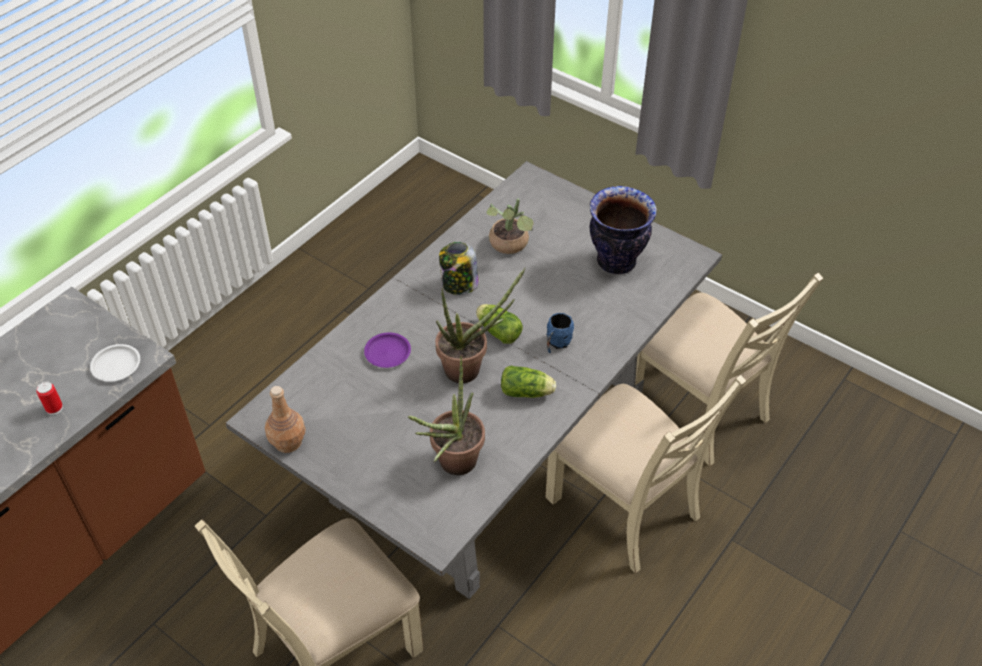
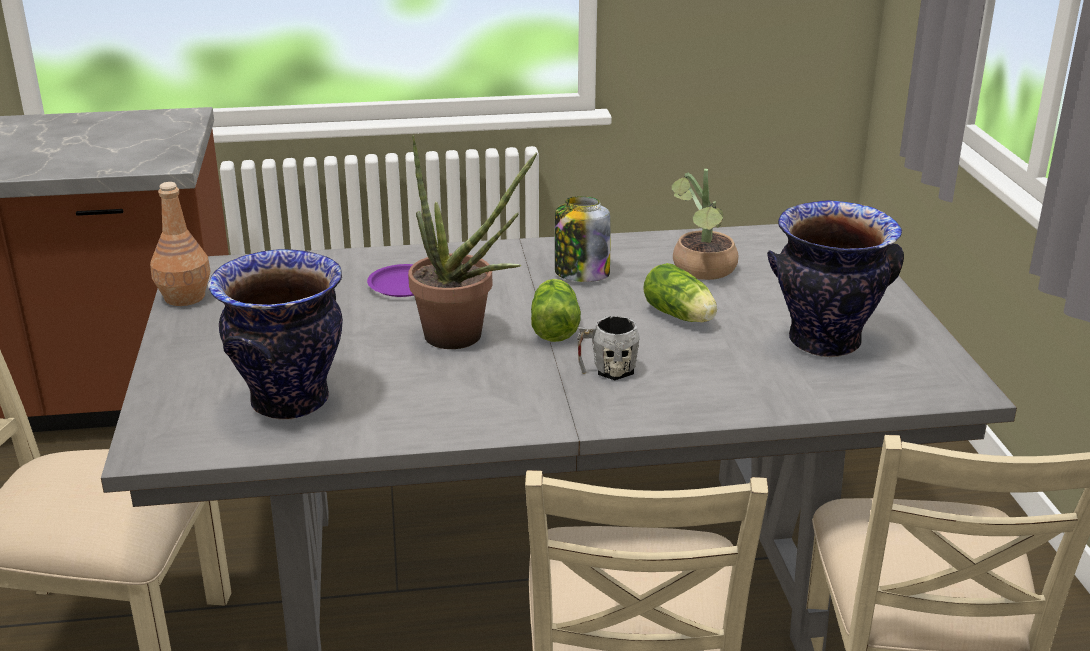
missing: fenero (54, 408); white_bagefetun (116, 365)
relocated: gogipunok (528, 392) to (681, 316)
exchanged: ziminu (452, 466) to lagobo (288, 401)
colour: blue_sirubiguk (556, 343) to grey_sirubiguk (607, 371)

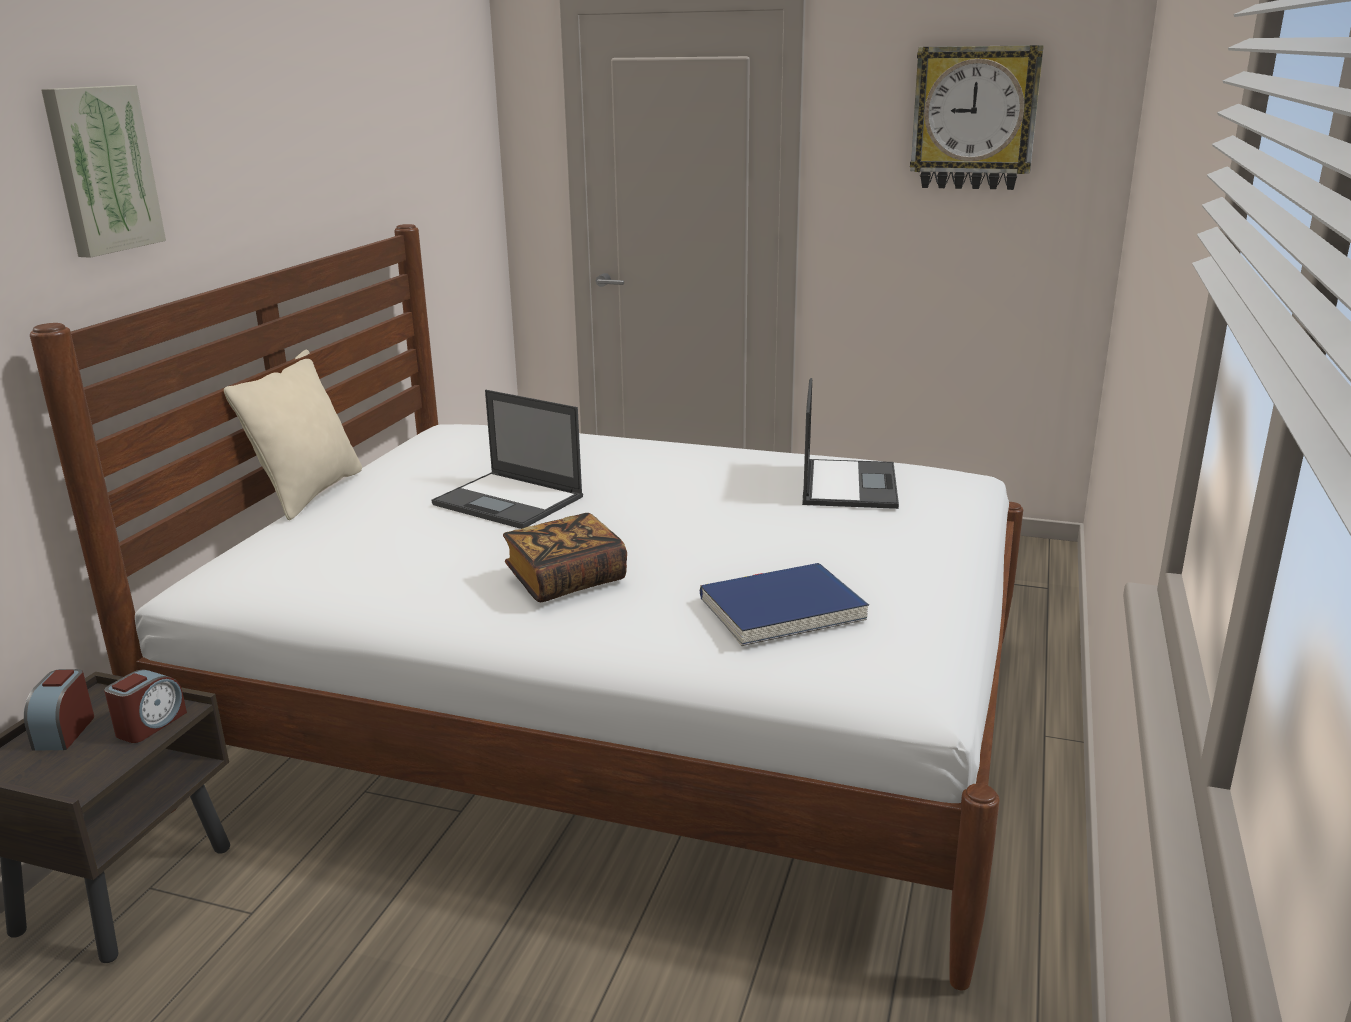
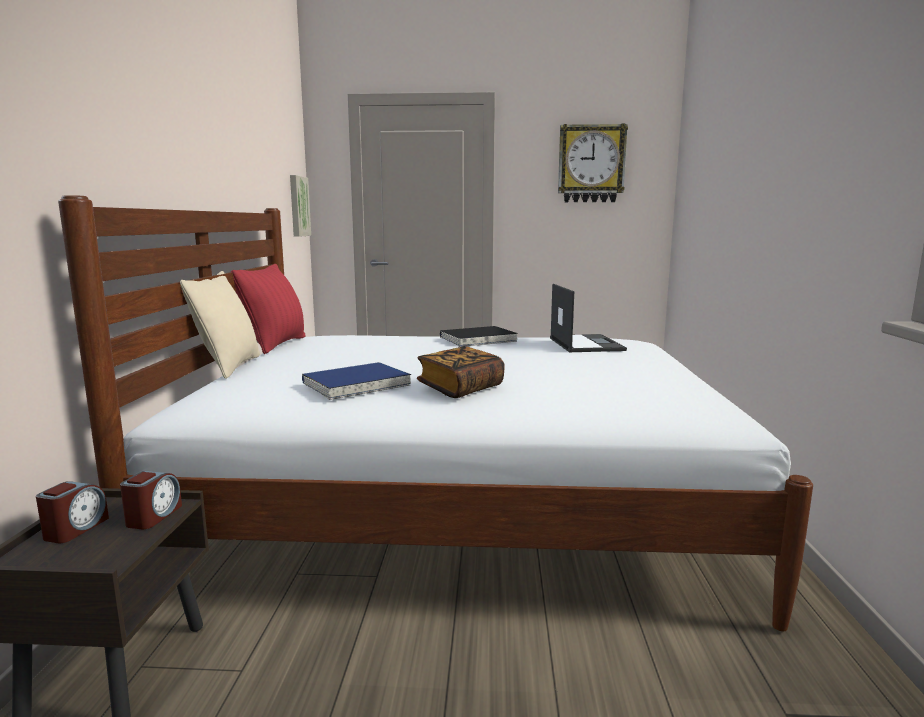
missing: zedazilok (510, 501)
appeared: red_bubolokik (275, 345); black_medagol (478, 340)
relocated: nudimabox (101, 169) to (298, 206); blue_medagol (782, 610) to (356, 385)
spun: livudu (64, 731) = (75, 529) 150 degrees counterclockwise

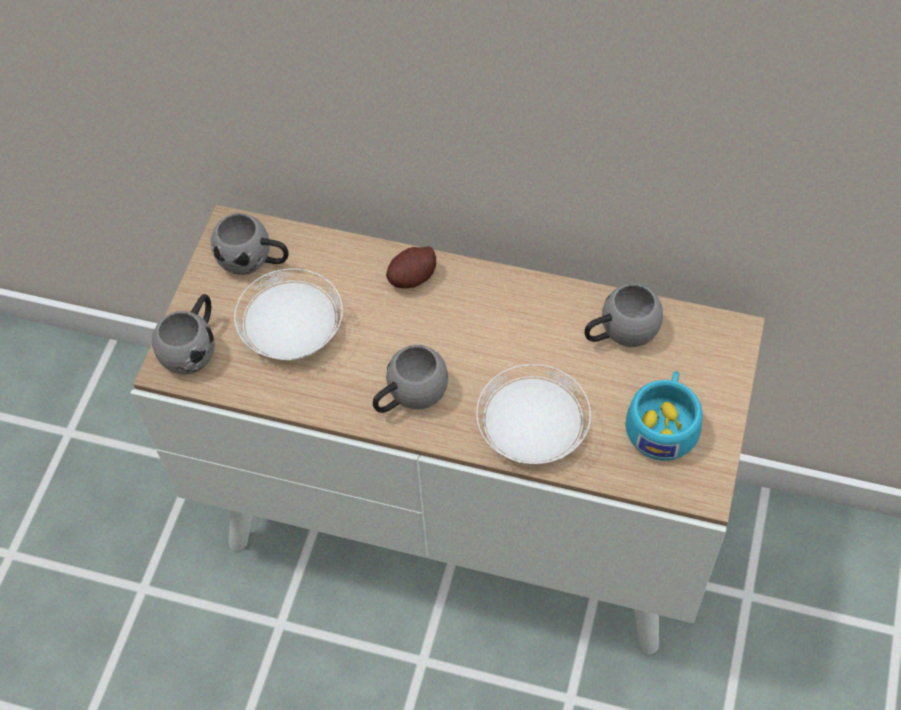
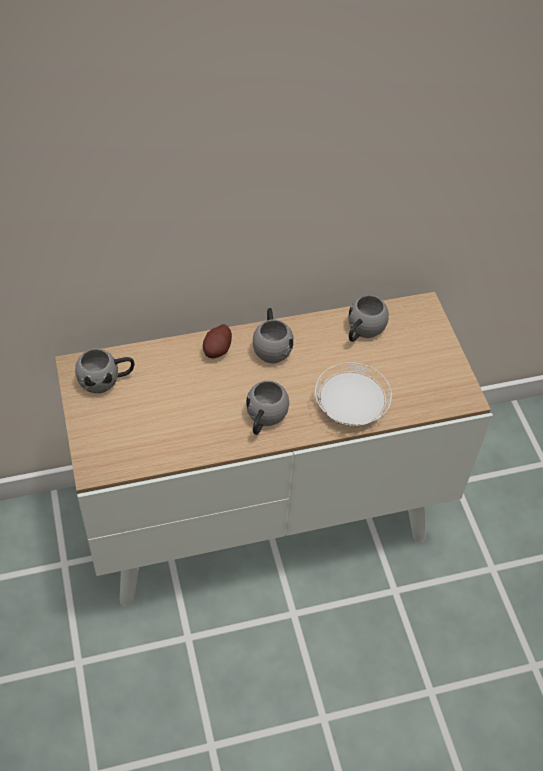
missing: white_bagefetun (292, 332); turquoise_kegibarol (663, 424)
relocated: grey_sirubiguk (194, 347) to (271, 346)

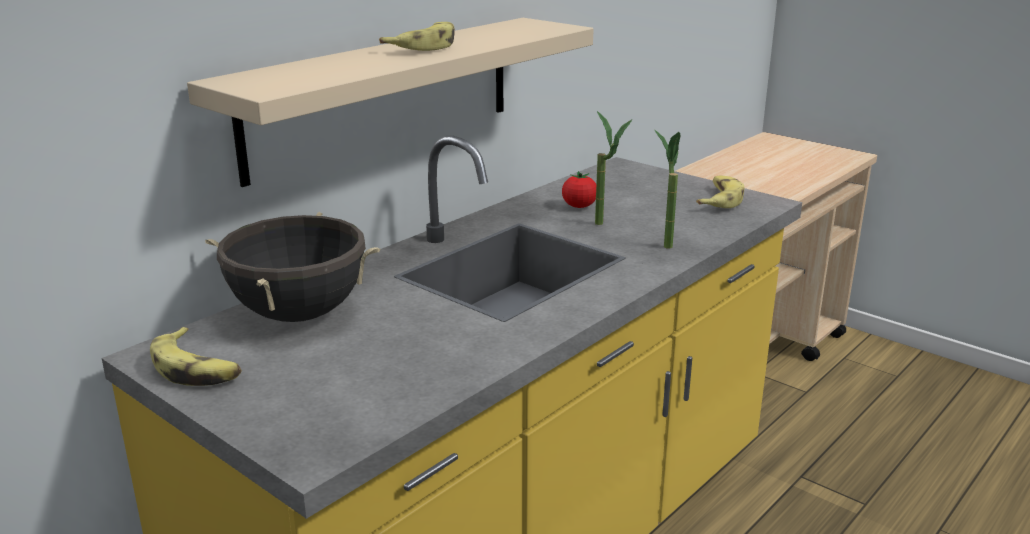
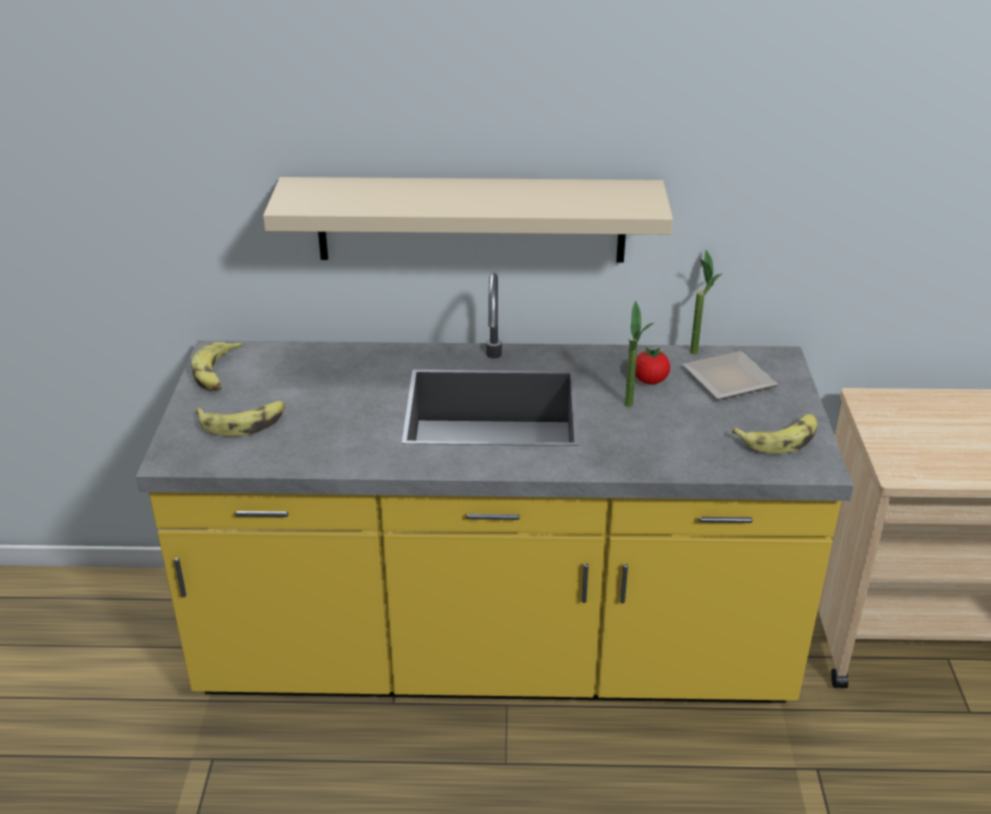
missing: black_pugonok (299, 313)
appeared: bagefetun (725, 379)
relocated: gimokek (424, 46) to (243, 423); ziminu (663, 243) to (696, 348)

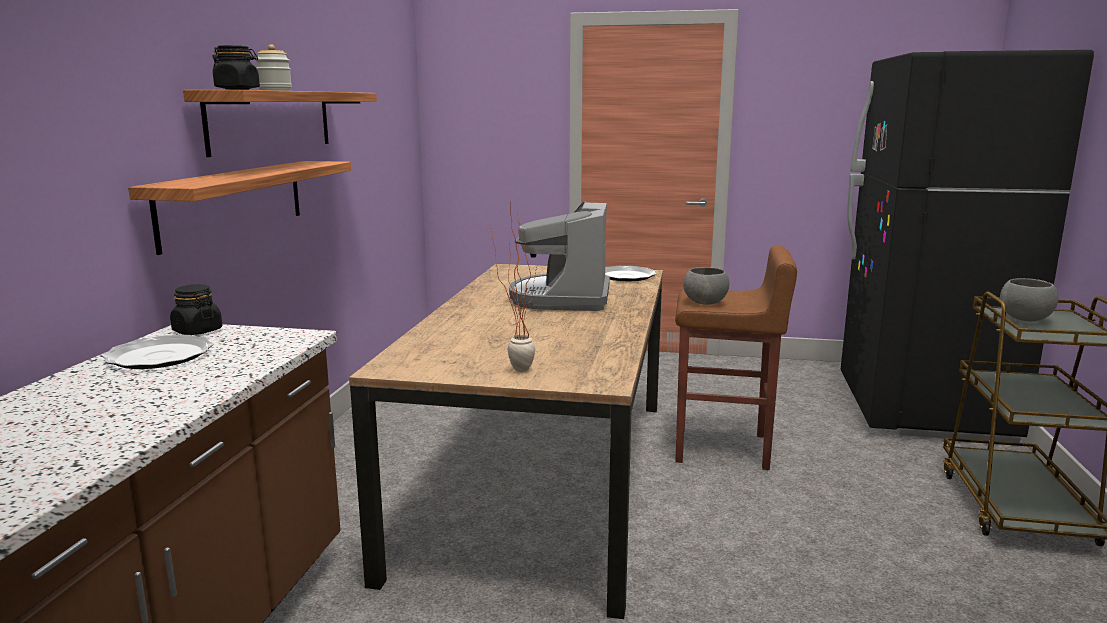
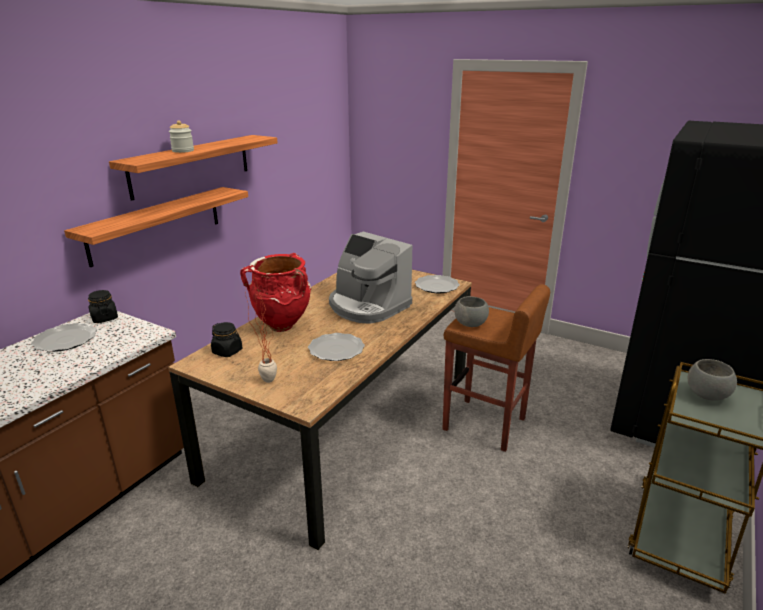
appeared: red_lagobo (283, 326); bagefetun (336, 349)
relocated: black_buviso (237, 89) to (227, 351)
spun: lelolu (562, 298) = (367, 306) 75 degrees counterclockwise

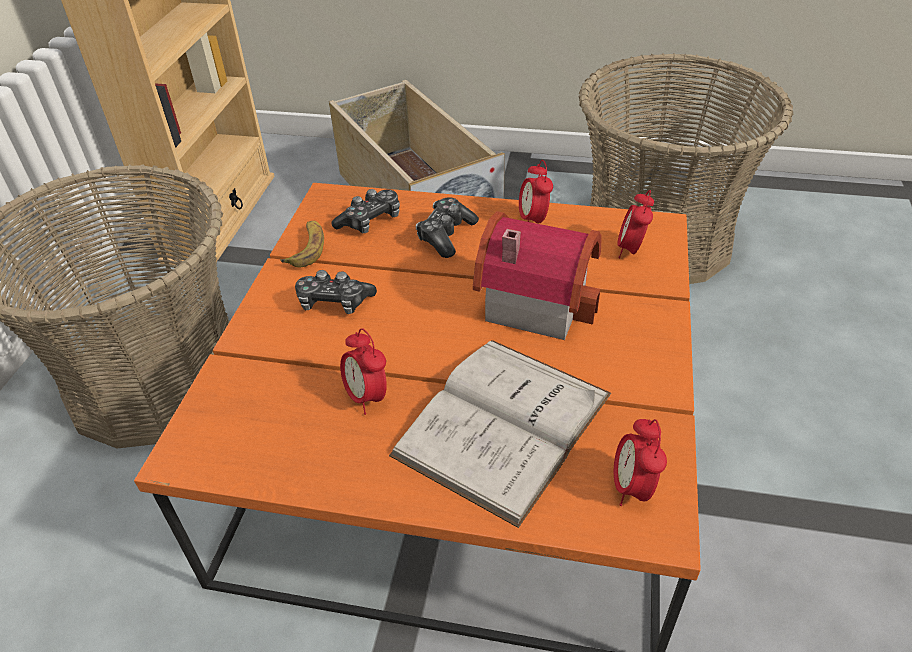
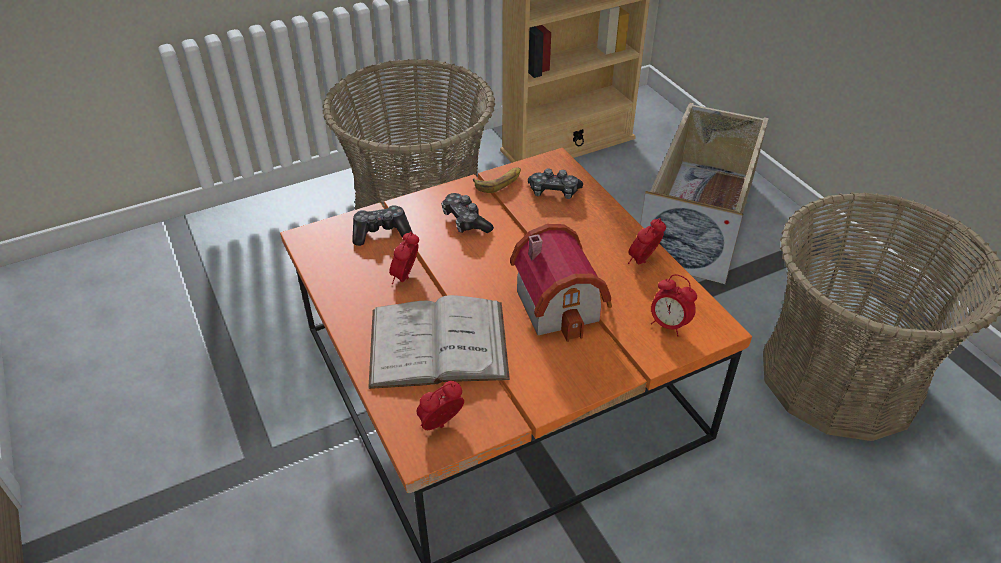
relocated: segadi (446, 235) to (381, 232)
spun: livudu (631, 250) = (668, 325) 120 degrees counterclockwise

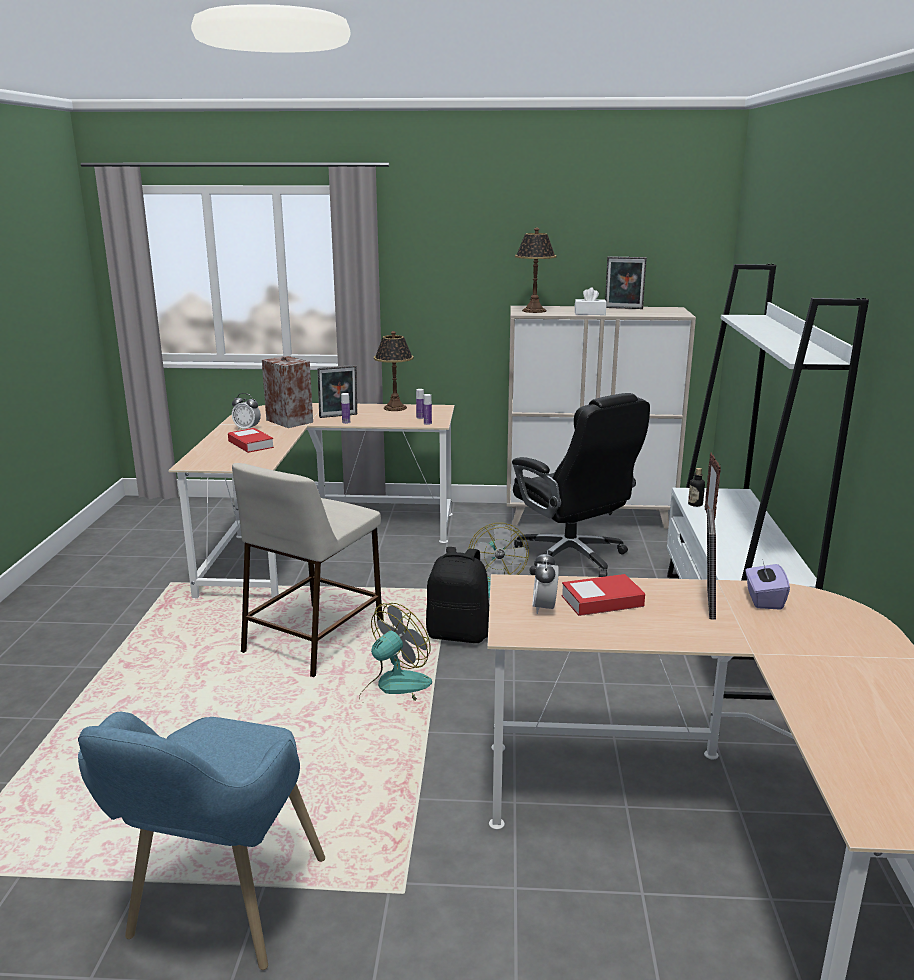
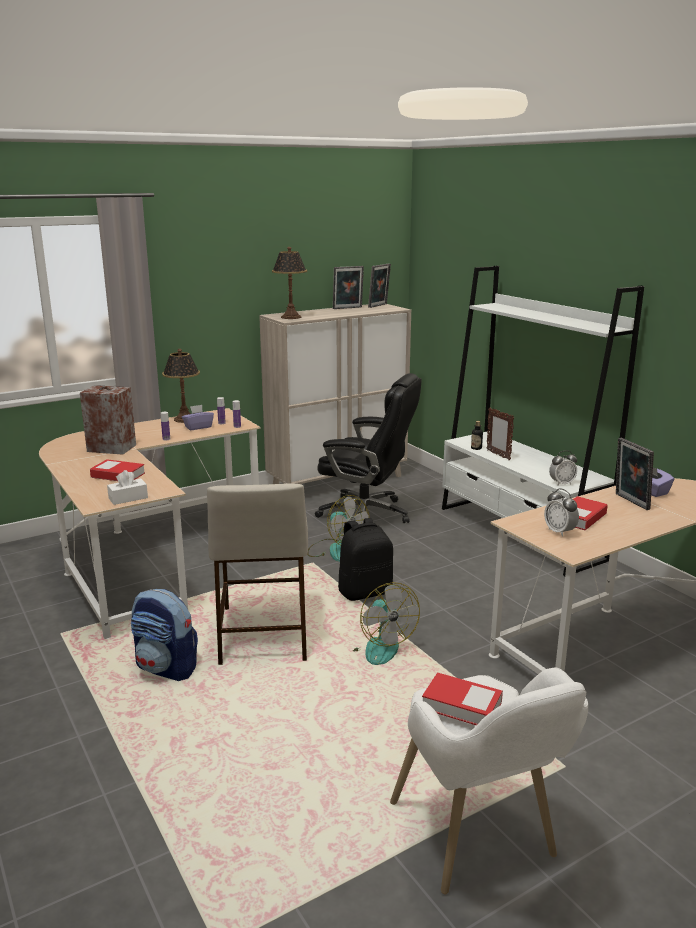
appeared: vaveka (167, 668); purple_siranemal (198, 427); medagol (461, 705)
relocated: livudu (247, 429) to (561, 483); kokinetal (338, 416) to (379, 306); white_siranemal (590, 313) to (128, 498)
colour: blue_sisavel (217, 917) to white_sisavel (481, 845)
spun: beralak (394, 690) = (376, 646) 150 degrees clockwise

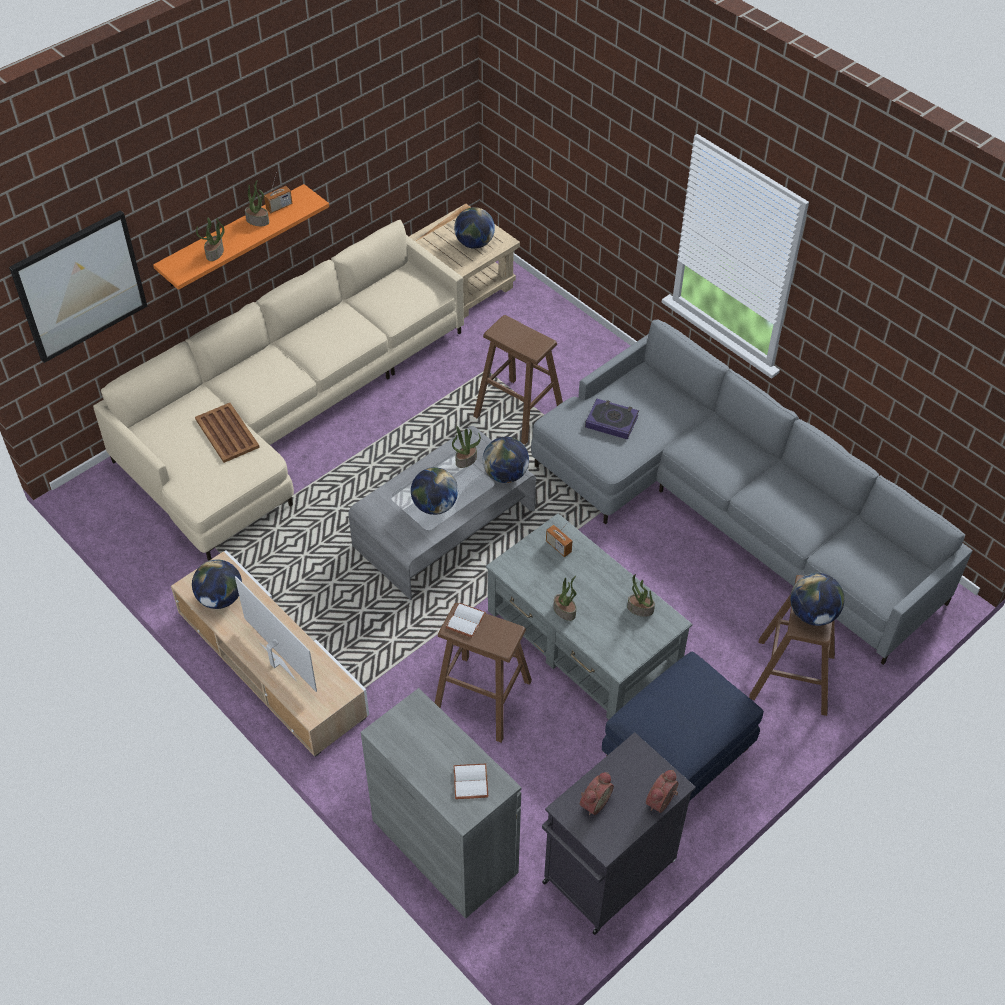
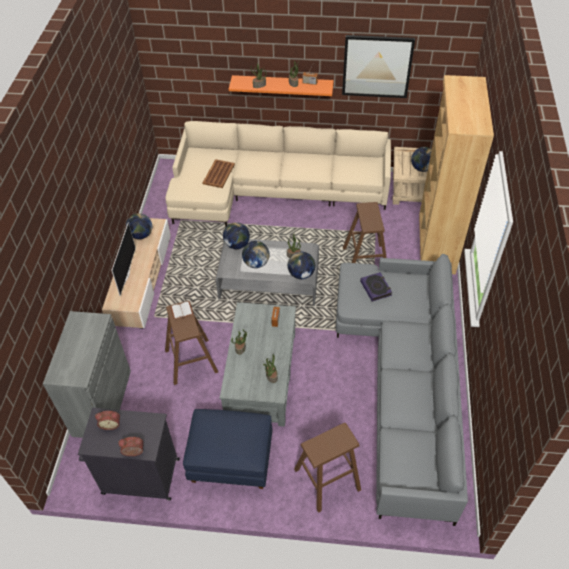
missing: white_medagol (472, 782)
appeared: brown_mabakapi (435, 243)
relocated: nudimabox (79, 285) to (377, 66); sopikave (812, 614) to (237, 245)

